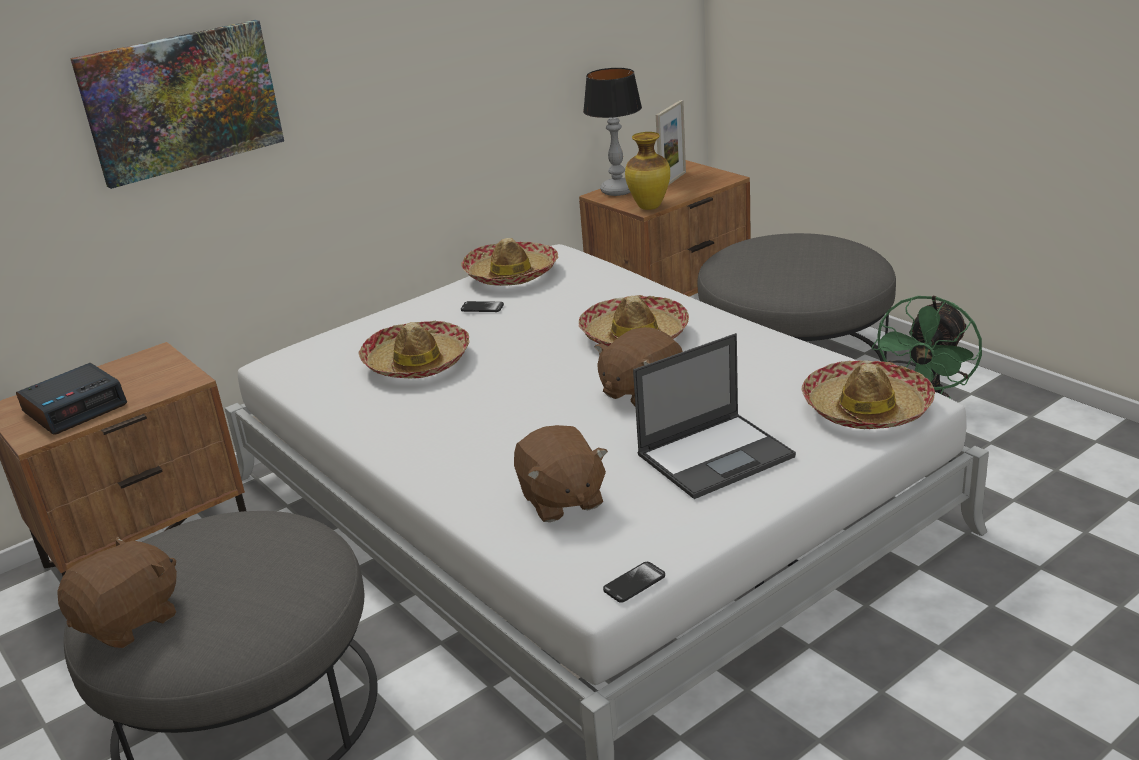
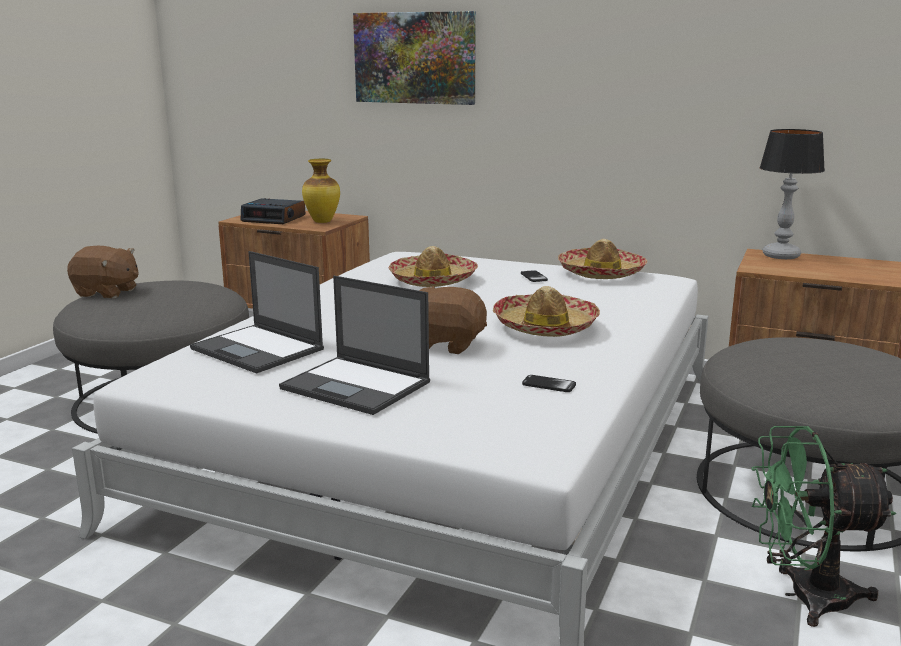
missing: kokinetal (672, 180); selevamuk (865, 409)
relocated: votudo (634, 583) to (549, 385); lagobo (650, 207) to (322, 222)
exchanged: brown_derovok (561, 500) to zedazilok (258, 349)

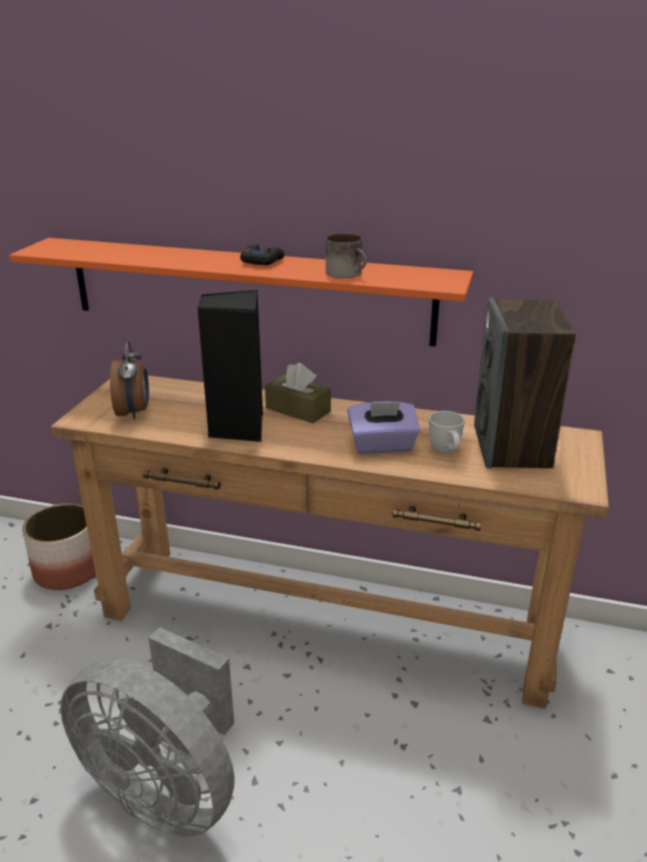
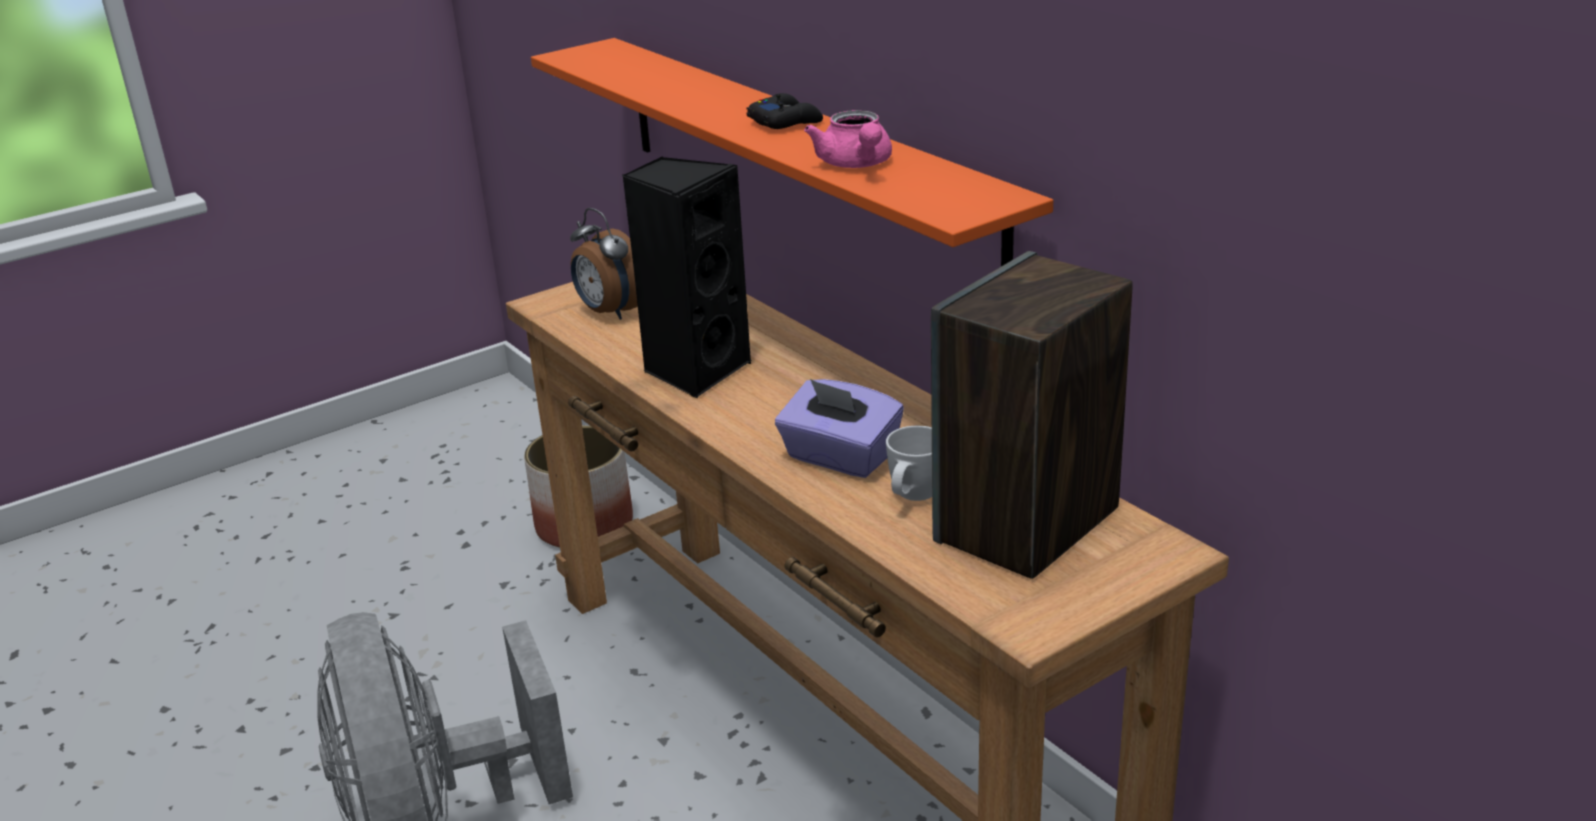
missing: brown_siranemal (298, 410)
exchanged: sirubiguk (348, 273) to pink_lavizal (856, 165)
spun: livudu (134, 412) = (610, 312) 105 degrees clockwise

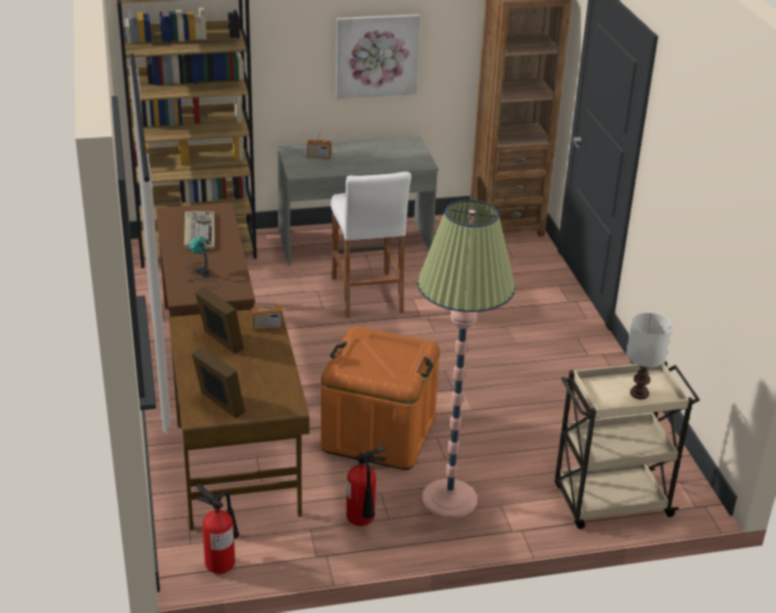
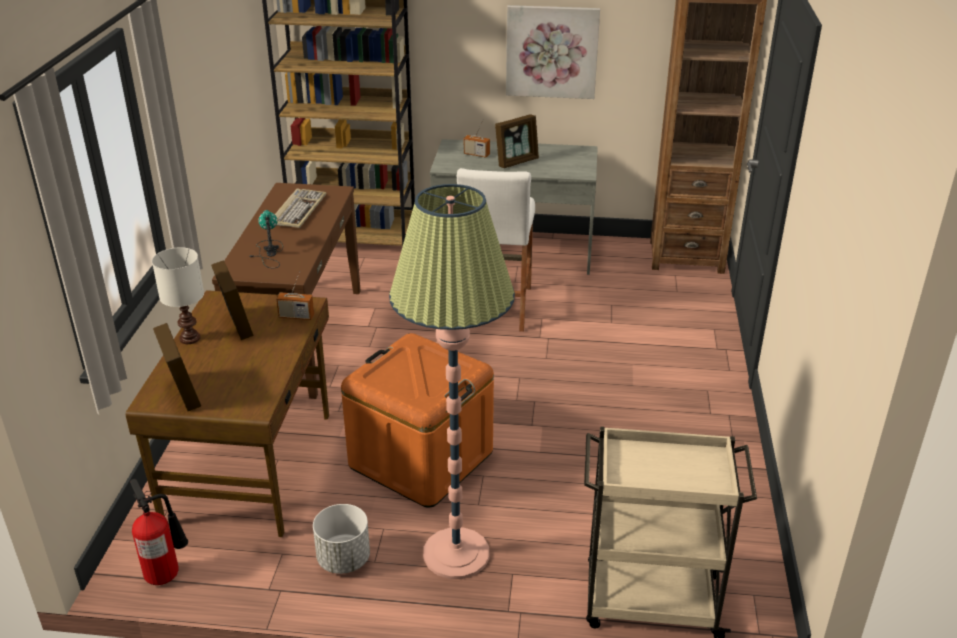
appeared: kokinetal (517, 161)
relocated: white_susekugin (639, 393) to (191, 338)
exchanged: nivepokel (363, 522) to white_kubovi (344, 559)

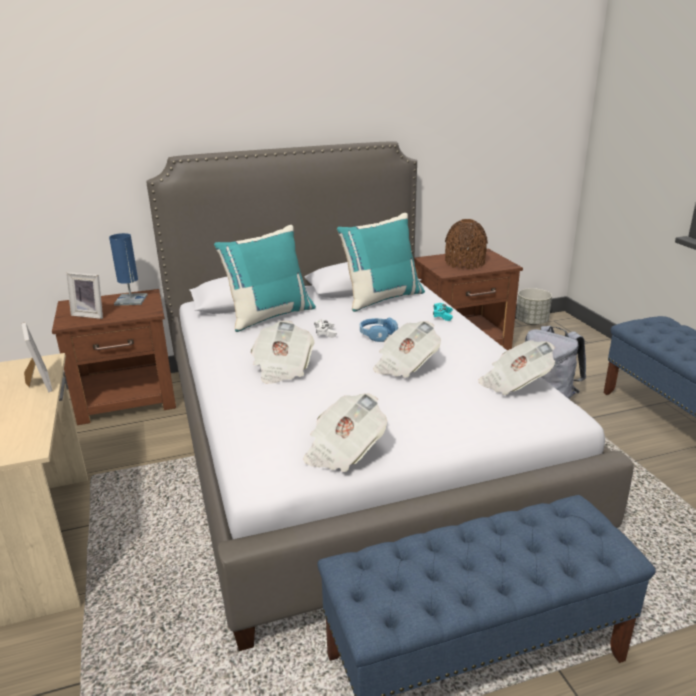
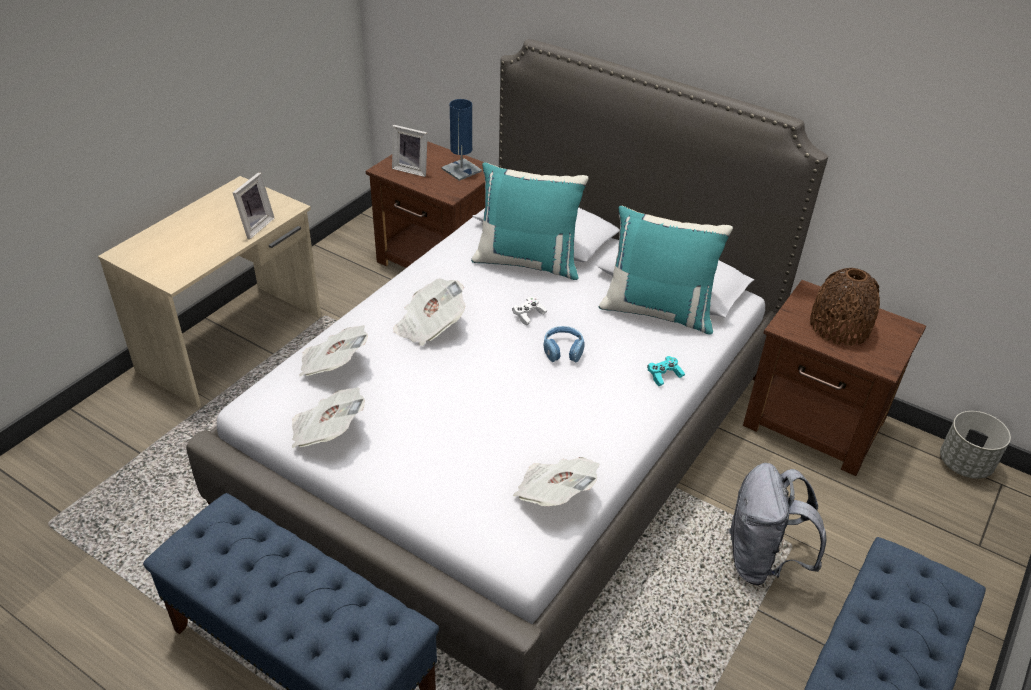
relocated: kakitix (405, 365) to (333, 365)
spun: kokinetal (91, 314) = (412, 169) 45 degrees counterclockwise

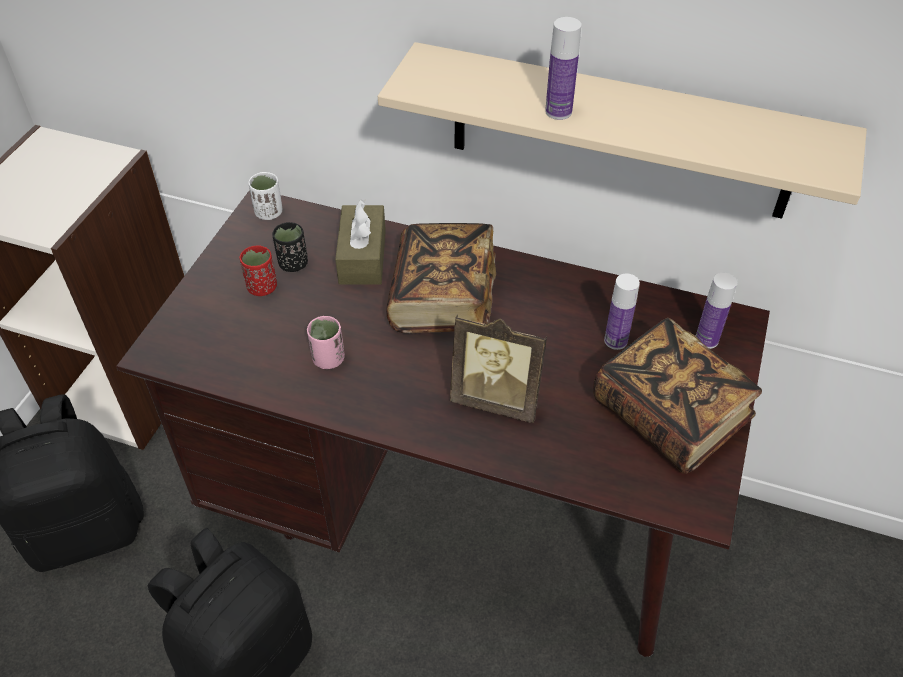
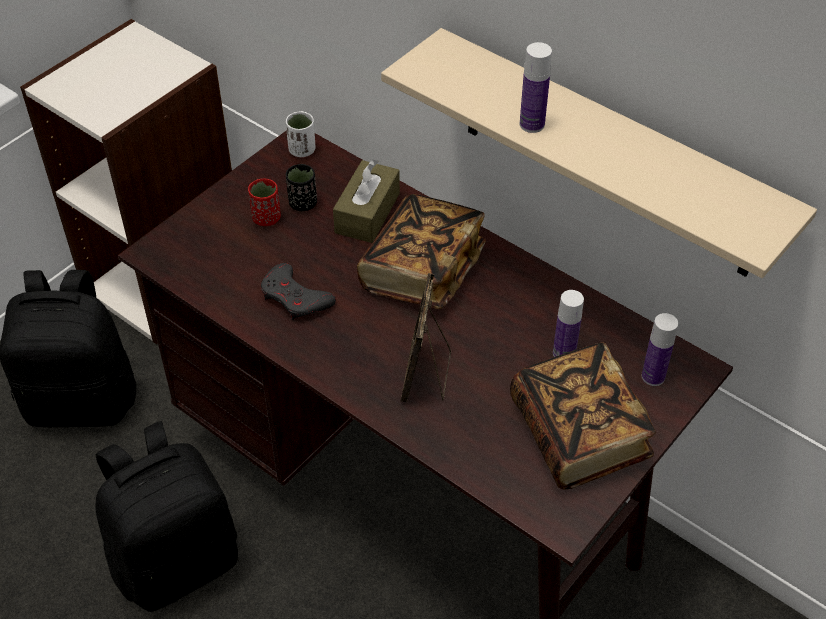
exchanged: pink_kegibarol (328, 359) to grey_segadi (295, 298)
spun: kokinetal (497, 399) = (426, 375) 60 degrees clockwise

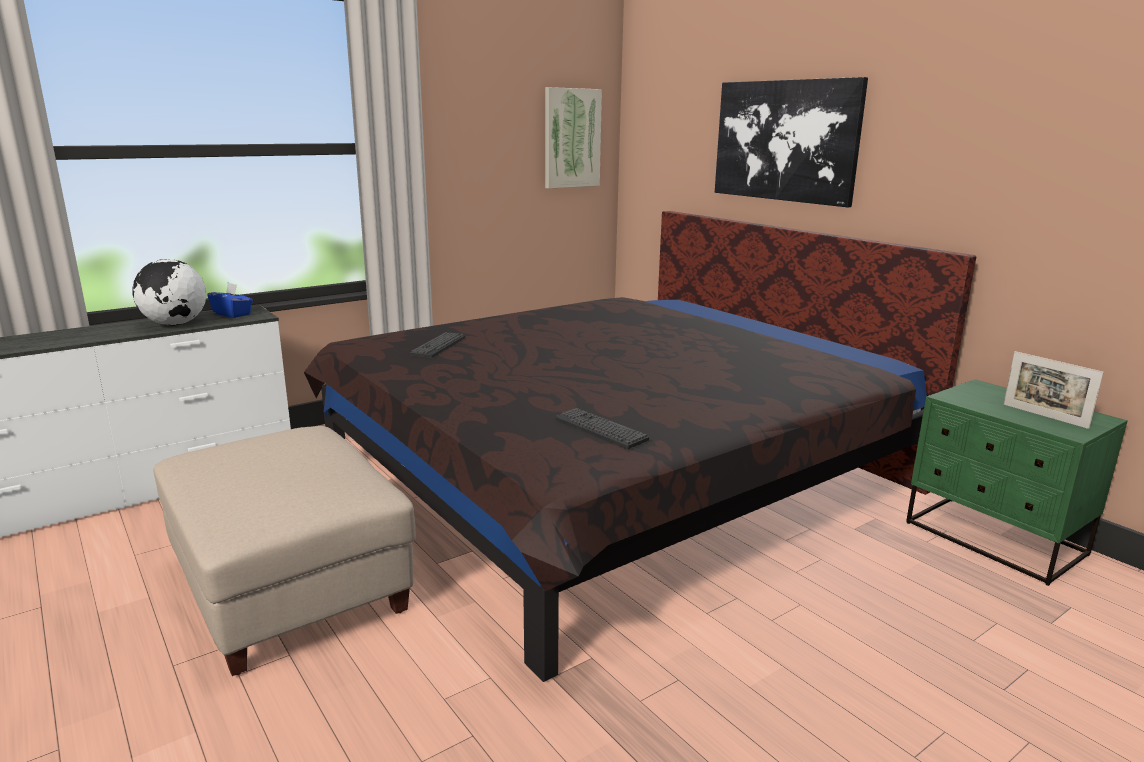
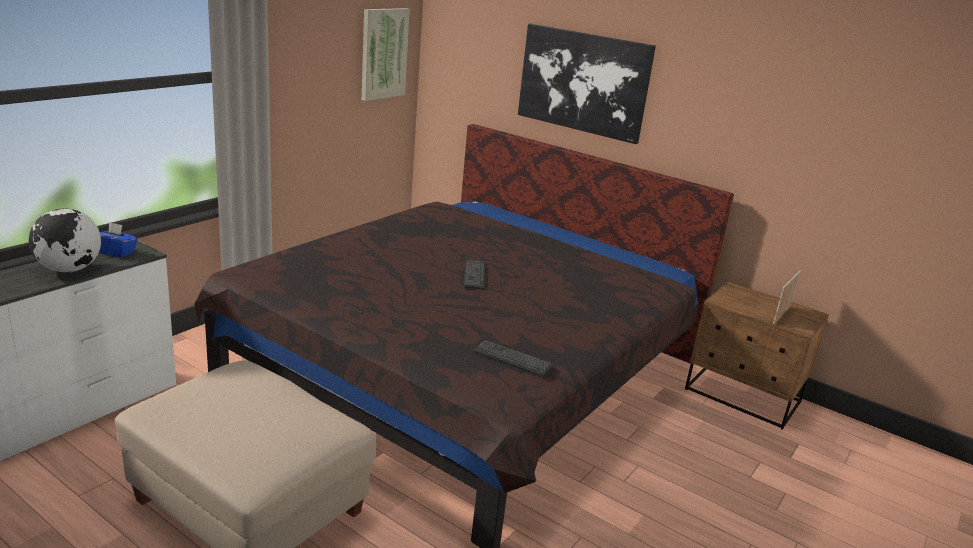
relocated: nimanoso (438, 346) to (474, 275)
colour: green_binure (994, 539) to brown_binure (742, 396)
spun: kokinetal (1044, 416) = (781, 314) 90 degrees clockwise

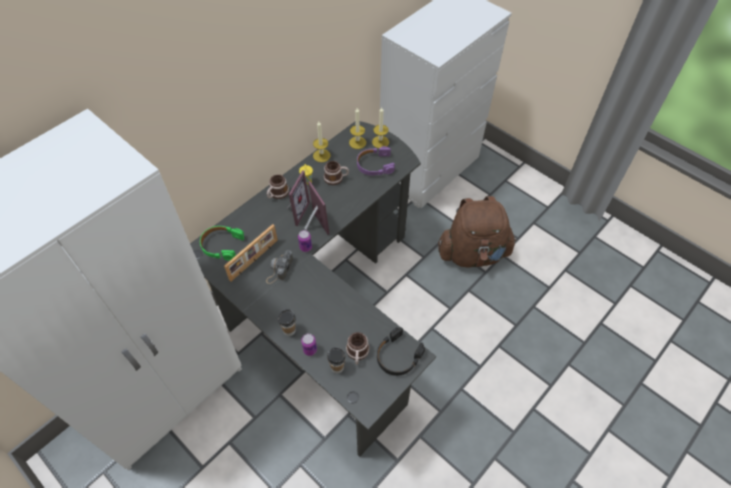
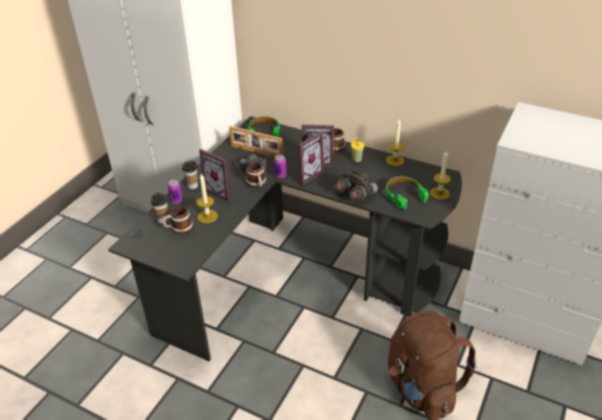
missing: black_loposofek (398, 356)
appeared: kokinetal (222, 191); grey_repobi (355, 194)
relocated: sirubiguk (336, 178) to (257, 184); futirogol (357, 142) to (207, 216)
colour: purple_loposofek (374, 165) to green_loposofek (404, 195)

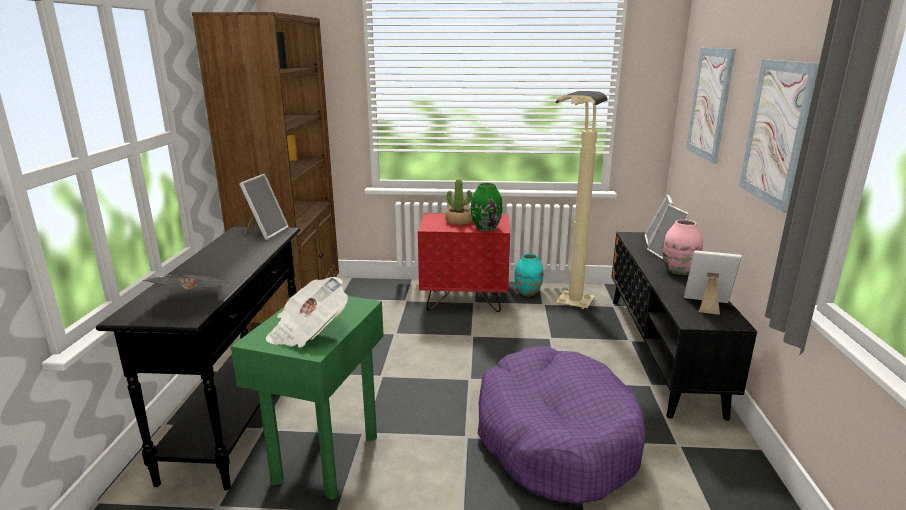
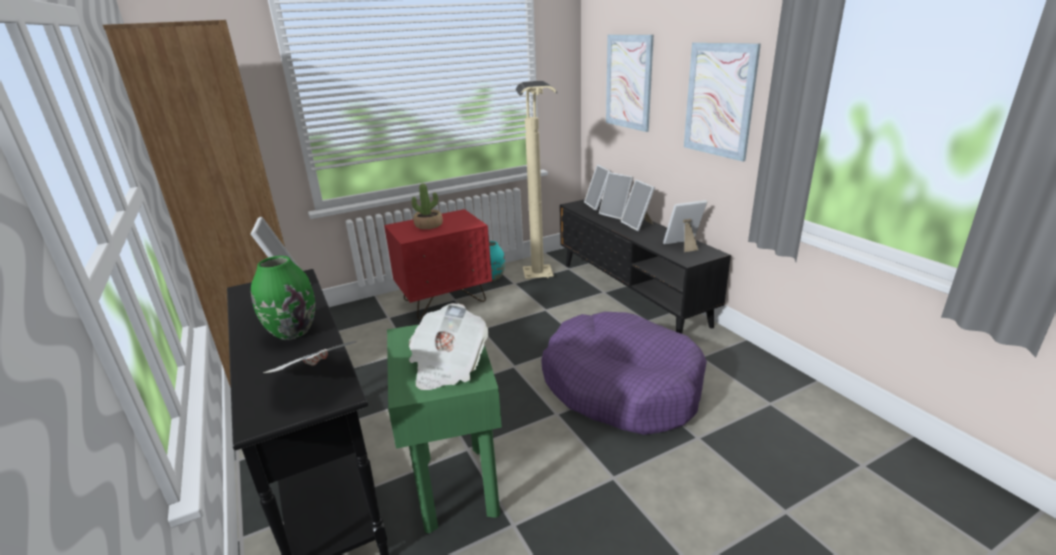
relocated: green_lagobo (486, 228) to (293, 331)
exchanged: pink_lagobo (679, 271) to kokinetal (638, 225)

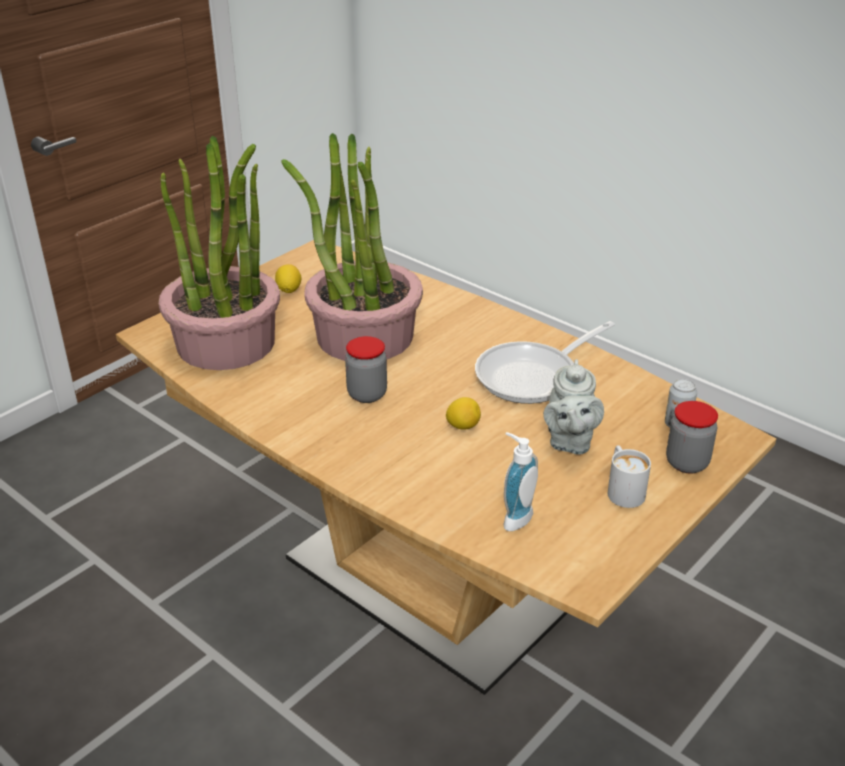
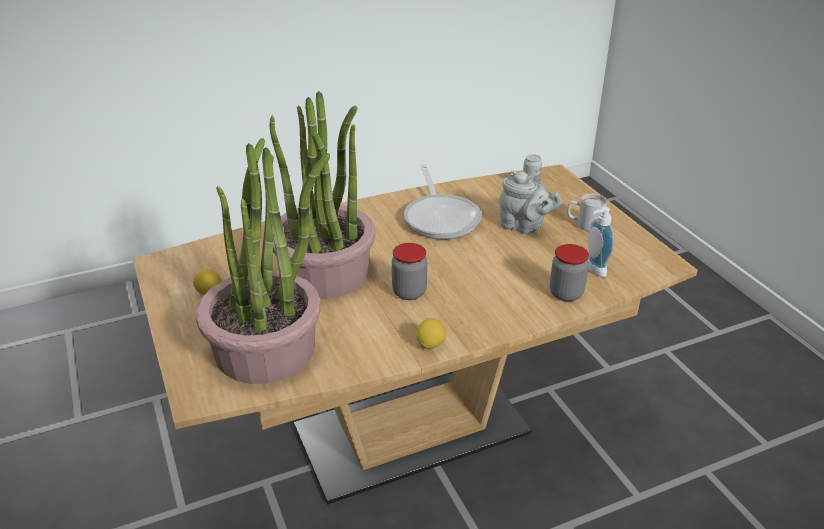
relocated: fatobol (463, 426) to (430, 344); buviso (687, 463) to (566, 293)

